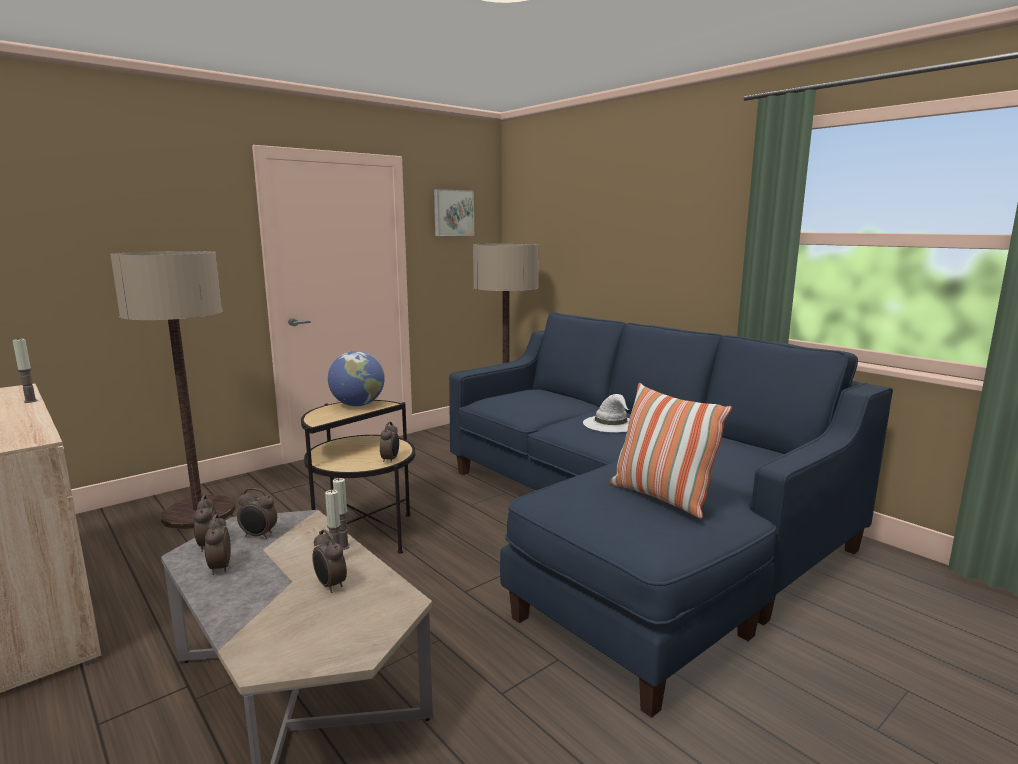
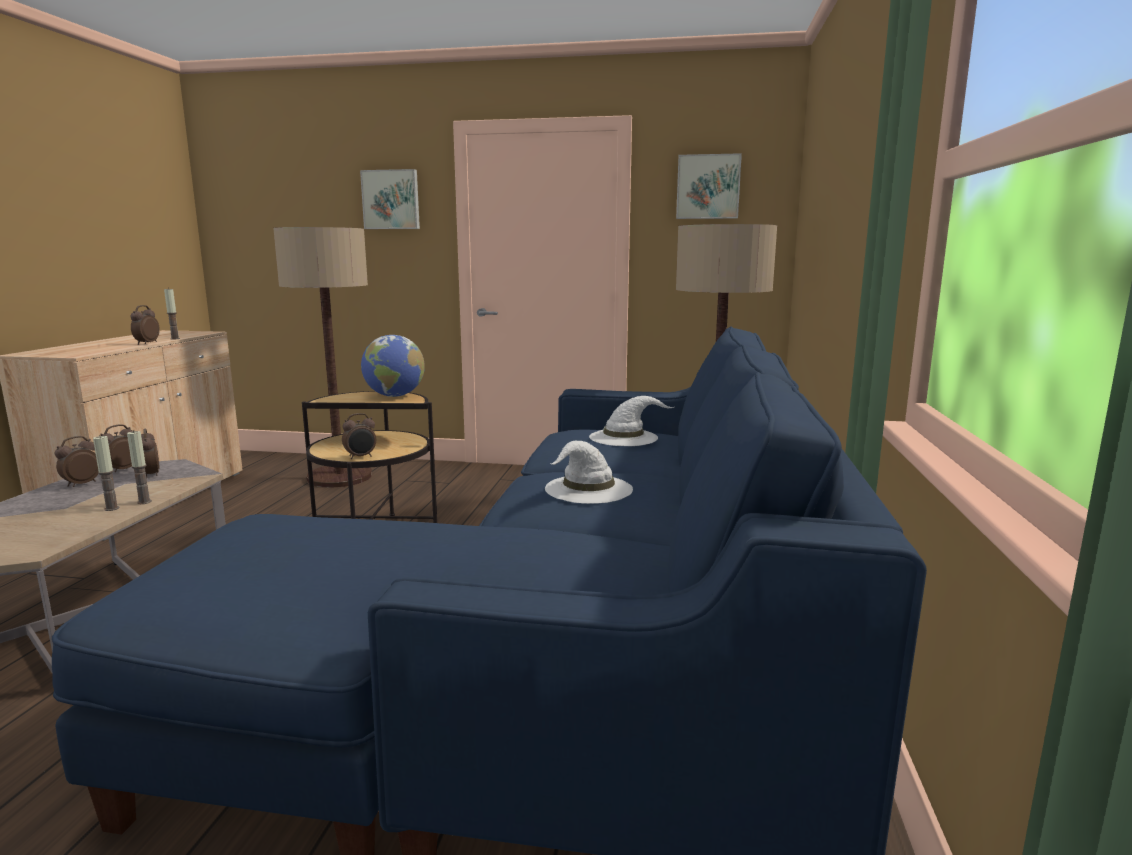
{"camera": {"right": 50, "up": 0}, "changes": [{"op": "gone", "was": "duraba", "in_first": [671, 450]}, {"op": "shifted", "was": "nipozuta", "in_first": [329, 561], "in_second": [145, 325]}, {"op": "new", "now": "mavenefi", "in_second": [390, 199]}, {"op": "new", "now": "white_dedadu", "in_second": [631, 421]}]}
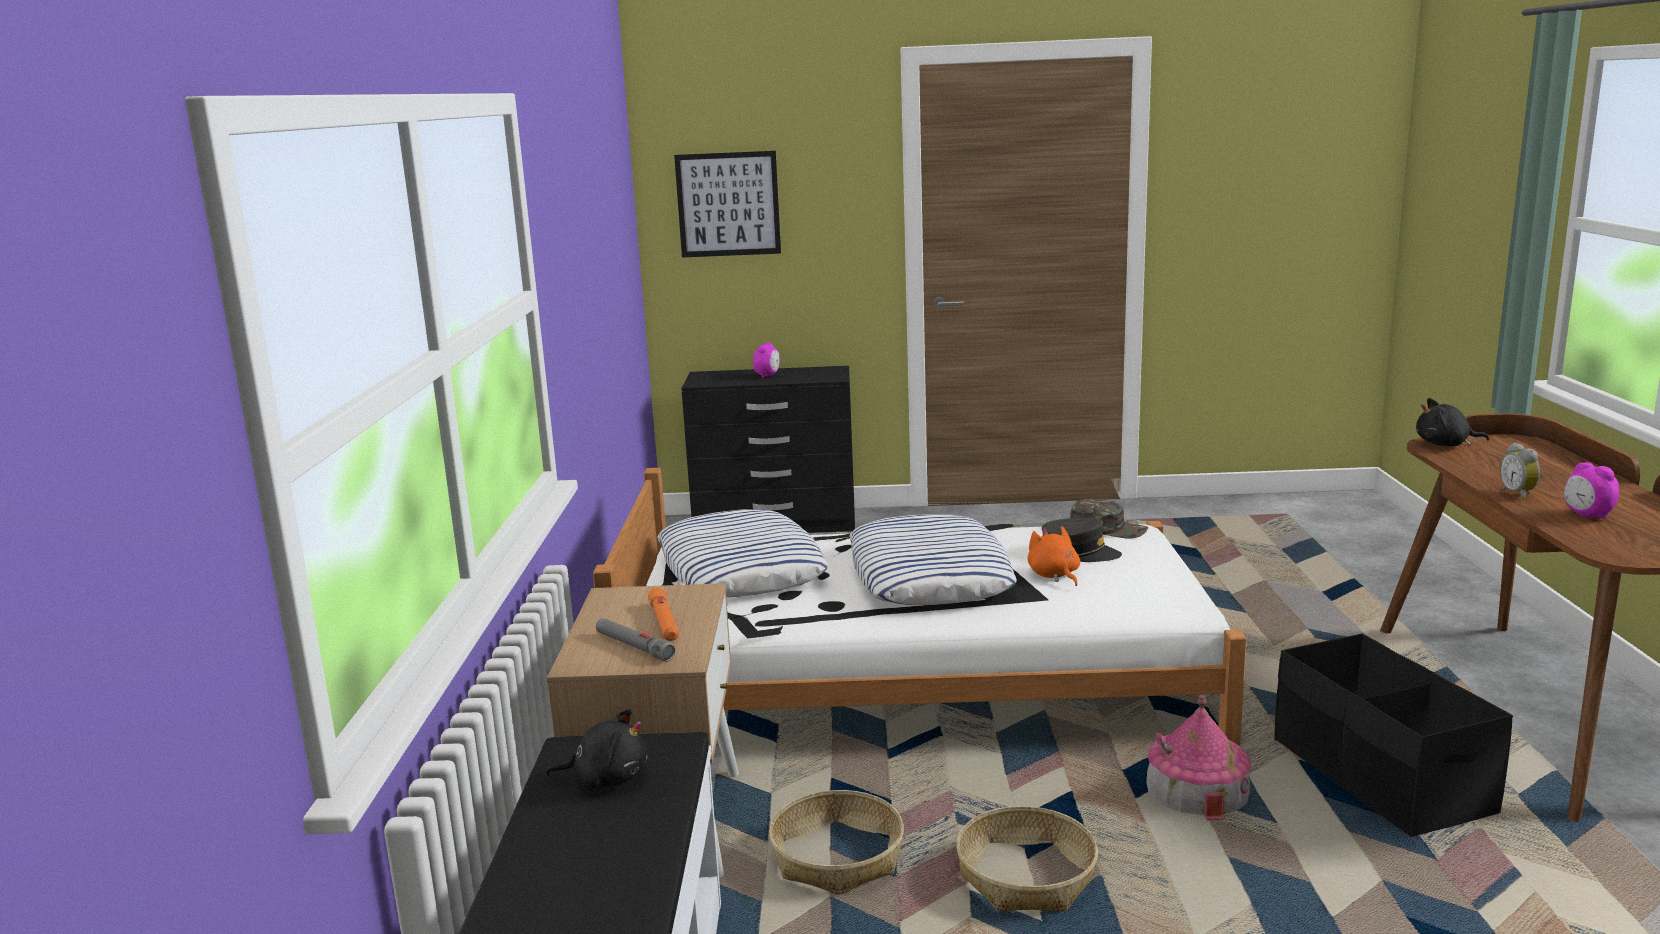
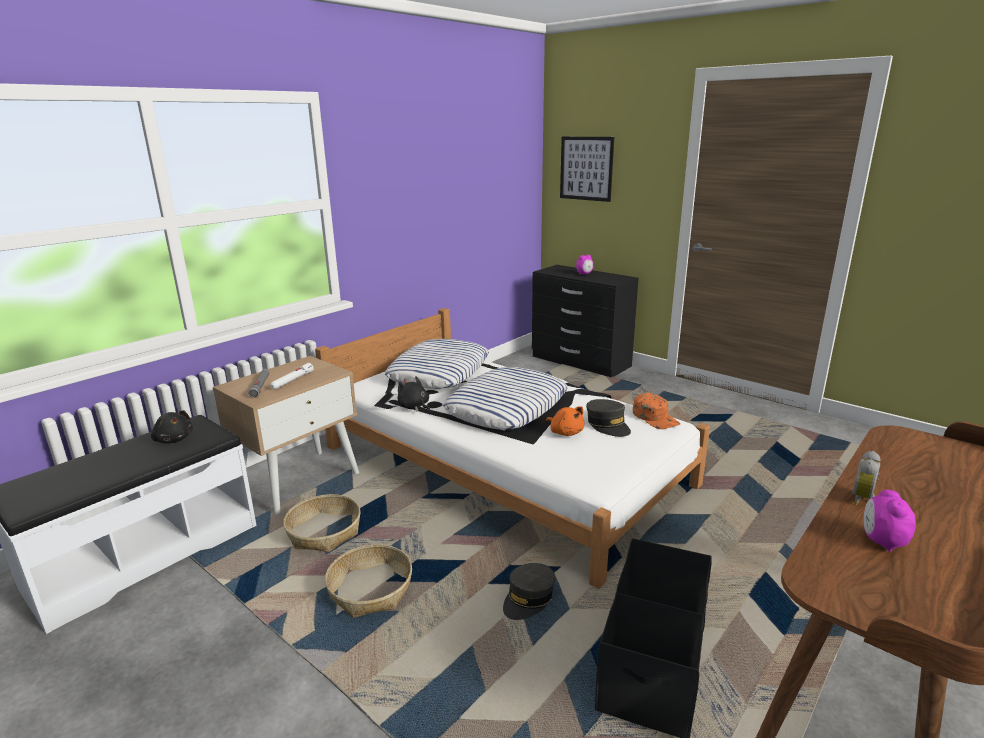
{"camera": {"right": 40, "up": 5}, "changes": [{"op": "shifted", "was": "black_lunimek", "in_first": [1452, 422], "in_second": [413, 394]}, {"op": "repainted", "was": "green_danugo", "now": "orange_danugo", "in_first": [1109, 519], "in_second": [656, 411]}, {"op": "rotated", "was": "orange_lunimek", "in_first": [1054, 556], "in_second": [565, 421], "clockwise": 120}, {"op": "repainted", "was": "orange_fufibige", "now": "white_fufibige", "in_first": [663, 614], "in_second": [292, 376]}, {"op": "swapped", "was": "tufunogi", "now": "grey_danugo", "in_first": [1198, 758], "in_second": [529, 591]}]}
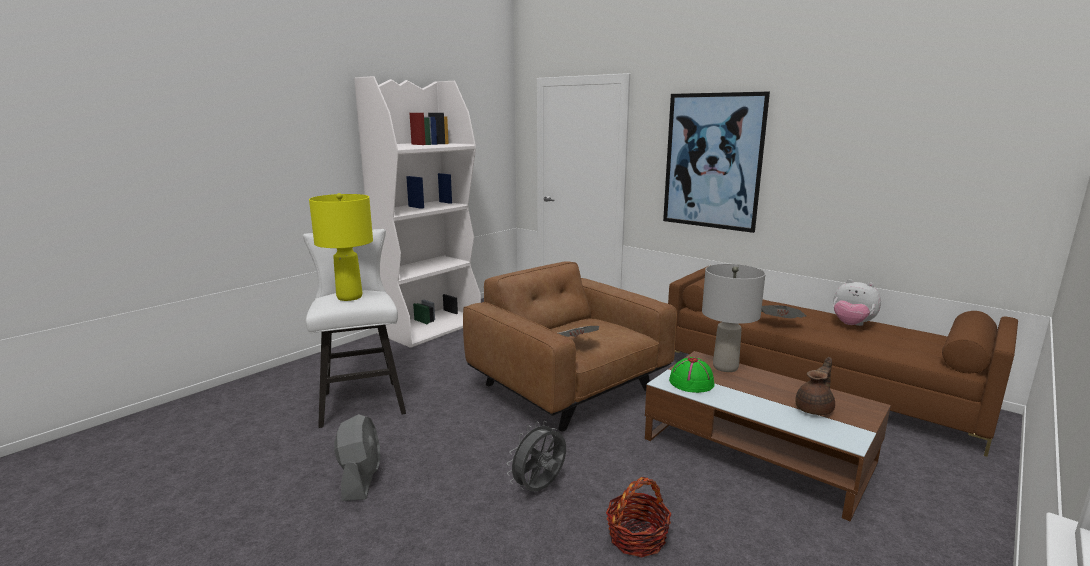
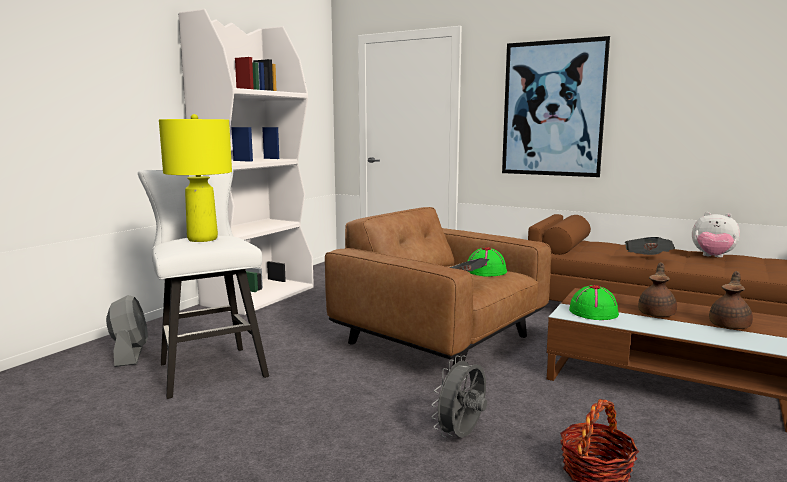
{"camera": {"right": -10, "up": -5}, "changes": [{"op": "gone", "was": "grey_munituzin", "in_first": [733, 318]}, {"op": "shifted", "was": "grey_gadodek", "in_first": [357, 457], "in_second": [127, 331]}, {"op": "new", "now": "green_dedadu", "in_second": [487, 262]}, {"op": "new", "now": "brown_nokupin", "in_second": [657, 289]}]}
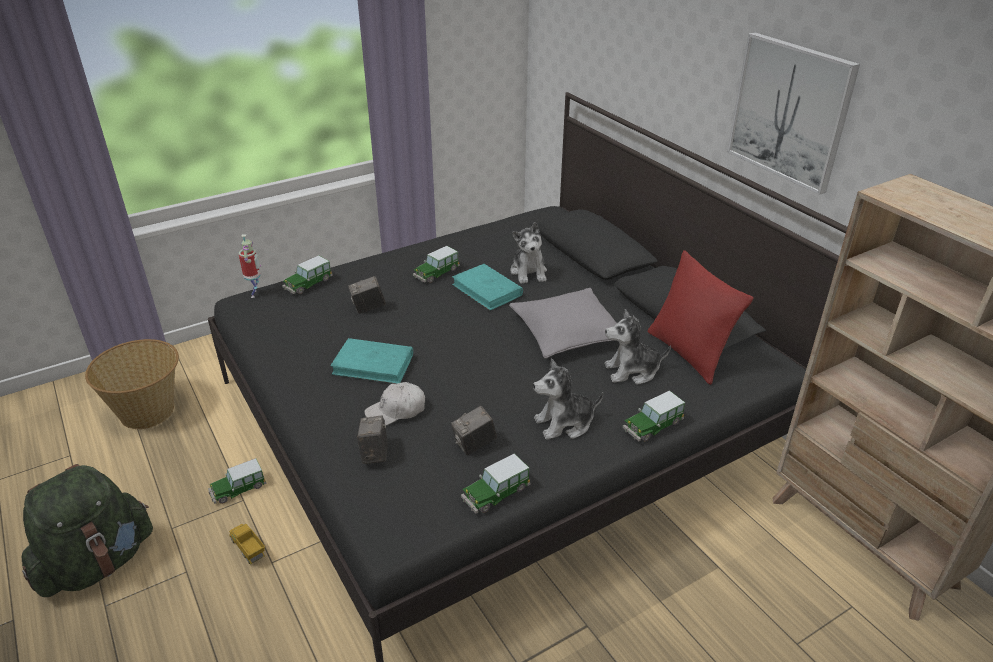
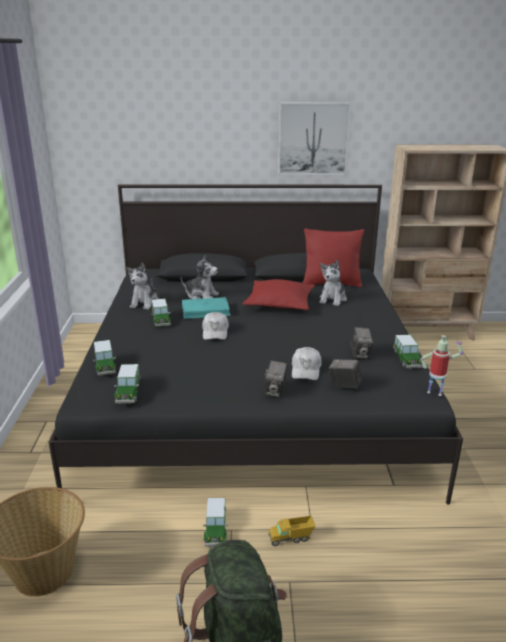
{"camera": {"right": -60, "up": -10}, "changes": [{"op": "shifted", "was": "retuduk", "in_first": [250, 266], "in_second": [442, 365]}, {"op": "shifted", "was": "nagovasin", "in_first": [367, 295], "in_second": [276, 379]}, {"op": "repainted", "was": "grey_duraba", "now": "red_duraba", "in_first": [563, 323], "in_second": [278, 294]}, {"op": "gone", "was": "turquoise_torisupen", "in_first": [371, 361]}, {"op": "shifted", "was": "lunimek", "in_first": [568, 399], "in_second": [143, 286]}, {"op": "shifted", "was": "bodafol", "in_first": [653, 415], "in_second": [127, 384]}, {"op": "new", "now": "white_danugo", "in_second": [215, 326]}]}
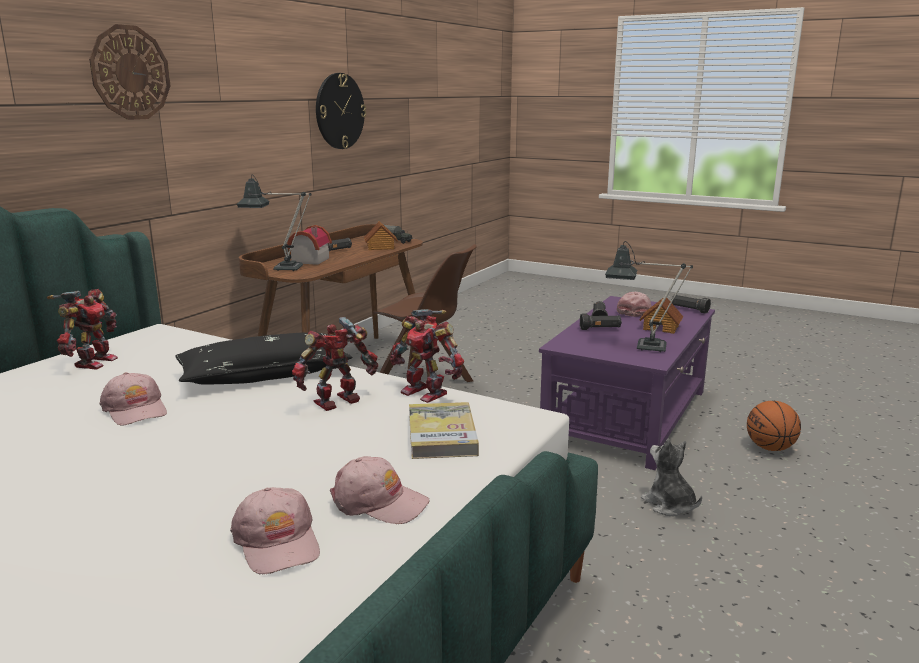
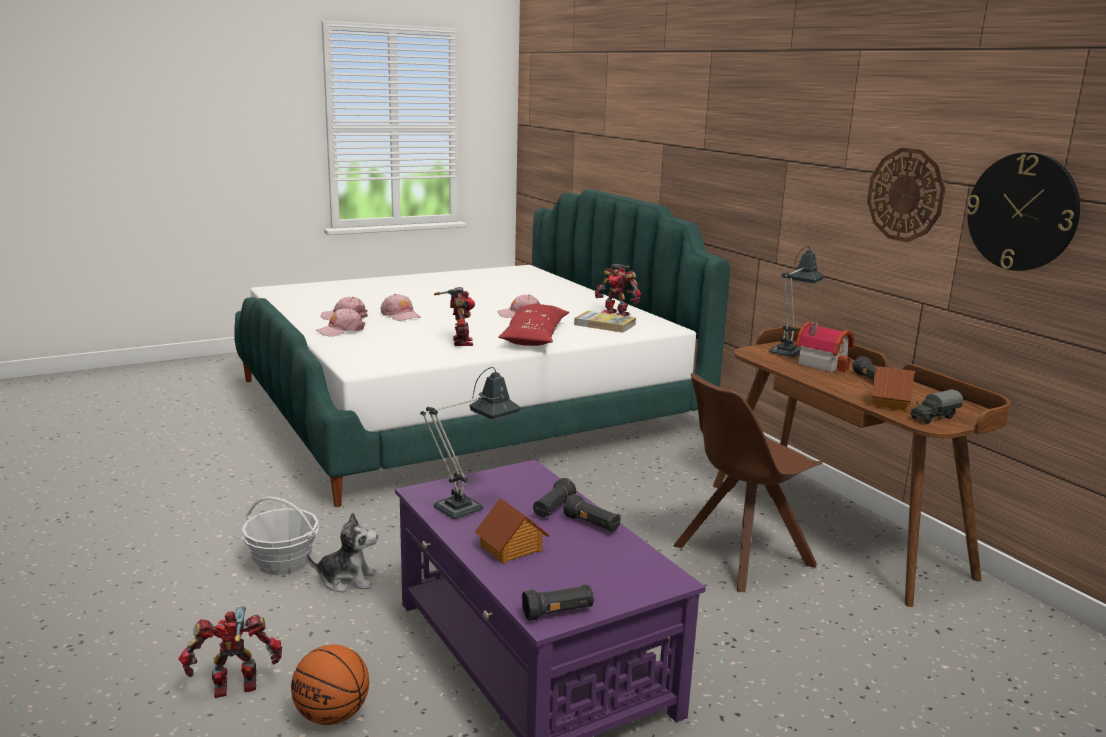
{"camera": {"right": 120, "up": 0}, "changes": [{"op": "shifted", "was": "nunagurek", "in_first": [130, 72], "in_second": [906, 195]}, {"op": "shifted", "was": "pink_danugo", "in_first": [634, 304], "in_second": [400, 307]}, {"op": "shifted", "was": "retuduk", "in_first": [426, 356], "in_second": [230, 652]}, {"op": "repainted", "was": "black_duraba", "now": "red_duraba", "in_first": [264, 359], "in_second": [533, 325]}, {"op": "shifted", "was": "torisupen", "in_first": [444, 430], "in_second": [605, 322]}, {"op": "new", "now": "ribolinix", "in_second": [280, 535]}]}
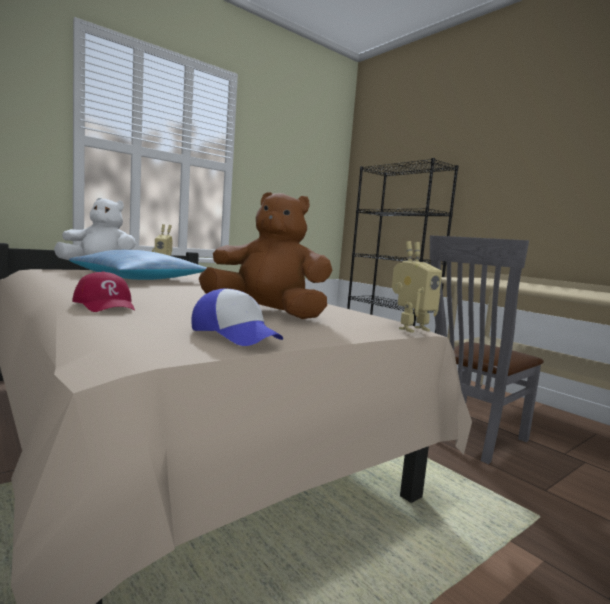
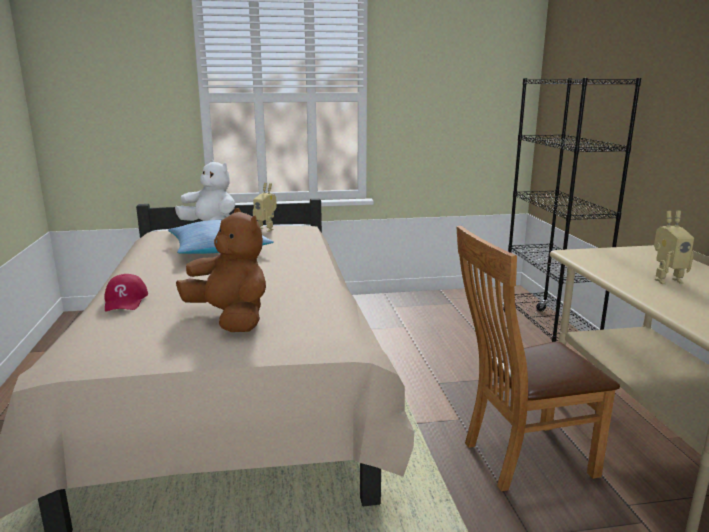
{"camera": {"right": 30, "up": 10}, "changes": [{"op": "repainted", "was": "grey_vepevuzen", "now": "brown_vepevuzen", "in_first": [487, 349], "in_second": [538, 359]}, {"op": "shifted", "was": "retuduk", "in_first": [417, 286], "in_second": [674, 247]}, {"op": "gone", "was": "danugo", "in_first": [237, 317]}]}
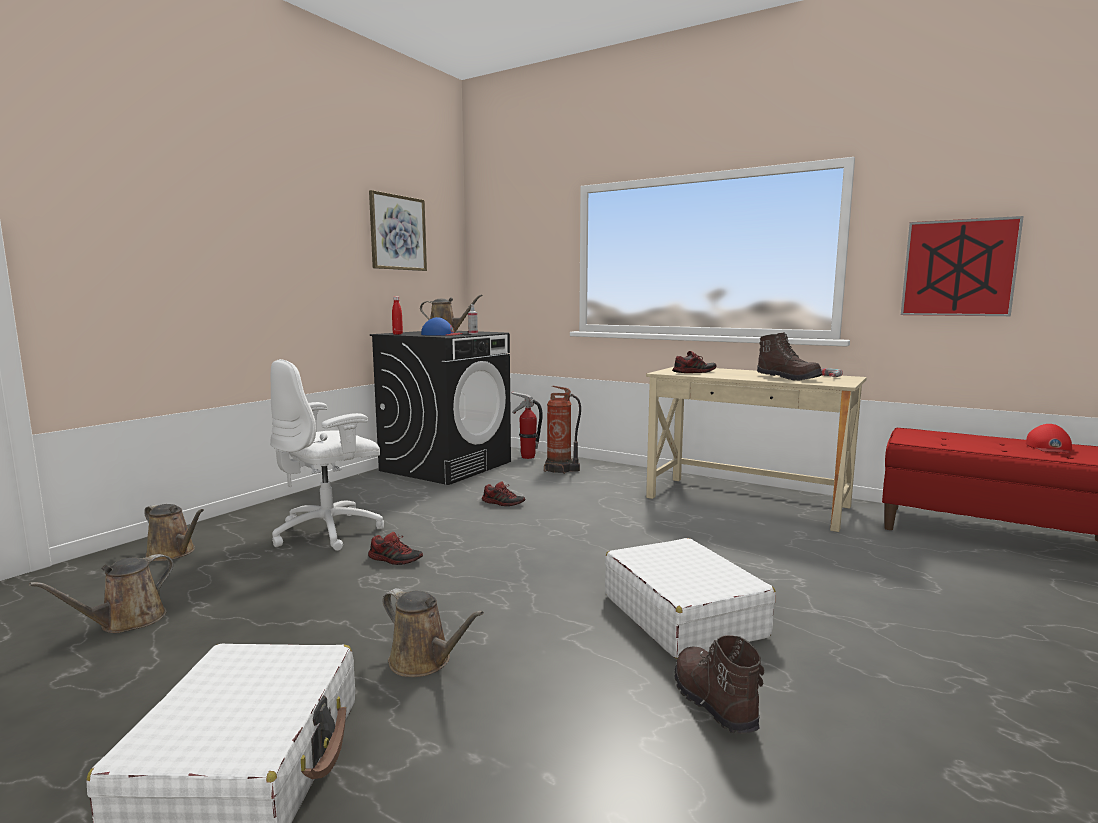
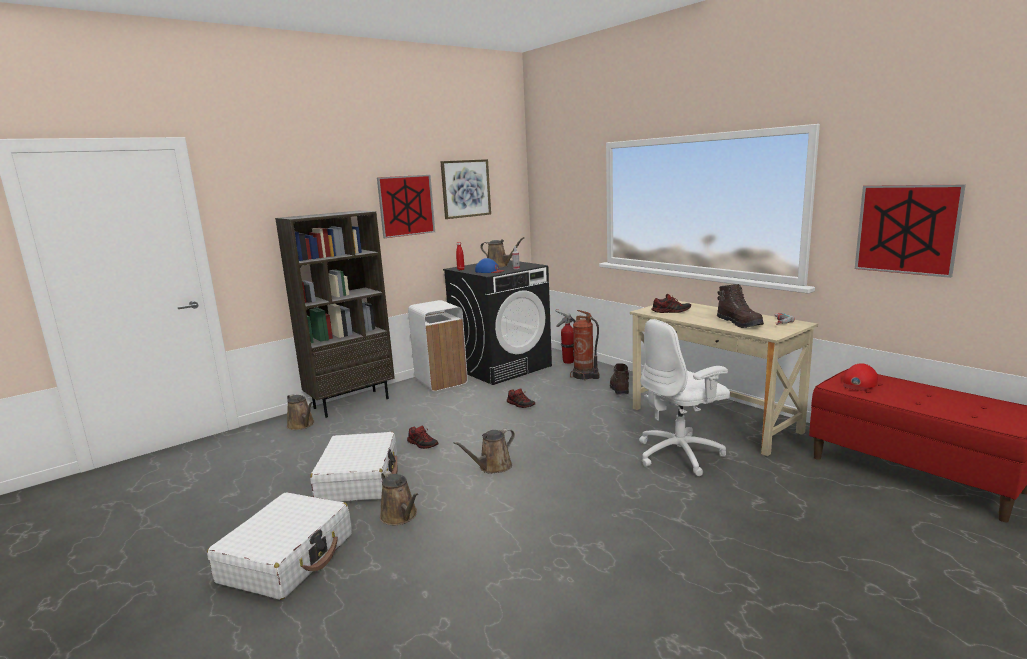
{"camera": {"right": 20, "up": 5}, "changes": [{"op": "shifted", "was": "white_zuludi", "in_first": [327, 455], "in_second": [684, 397]}, {"op": "shifted", "was": "red_danugo", "in_first": [1049, 439], "in_second": [860, 377]}, {"op": "shifted", "was": "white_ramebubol", "in_first": [690, 598], "in_second": [354, 467]}, {"op": "shifted", "was": "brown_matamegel", "in_first": [101, 593], "in_second": [484, 451]}, {"op": "shifted", "was": "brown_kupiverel", "in_first": [719, 684], "in_second": [619, 379]}, {"op": "new", "now": "mavenefi", "in_second": [406, 206]}, {"op": "new", "now": "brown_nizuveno", "in_second": [335, 314]}, {"op": "new", "now": "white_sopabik", "in_second": [438, 345]}]}
